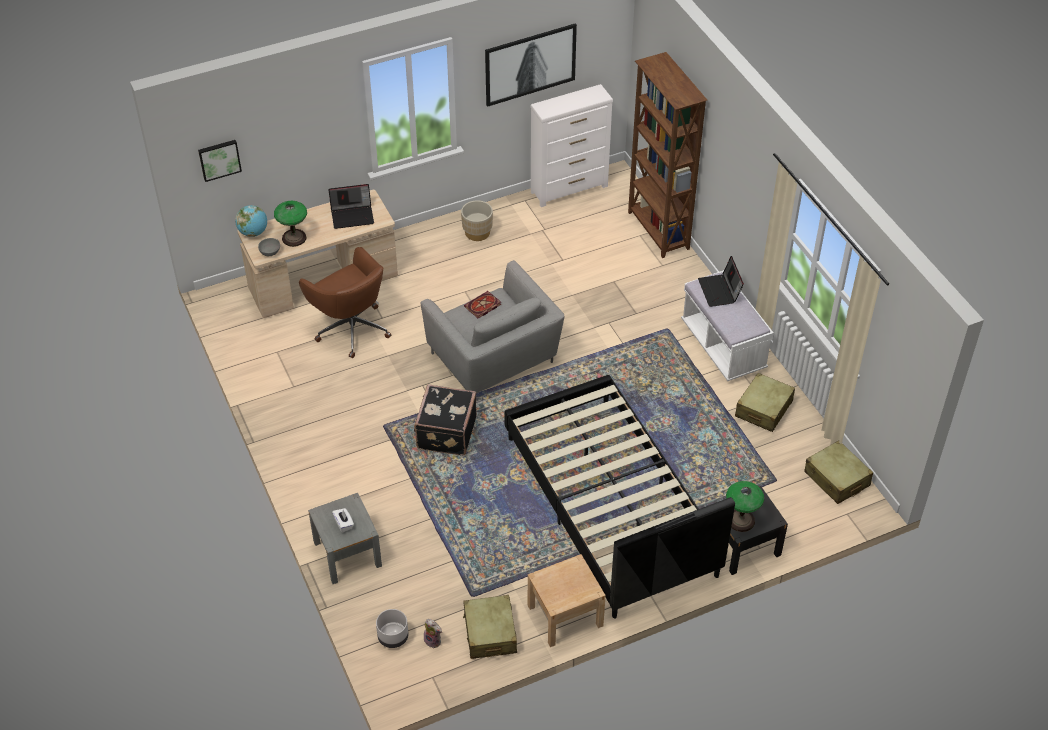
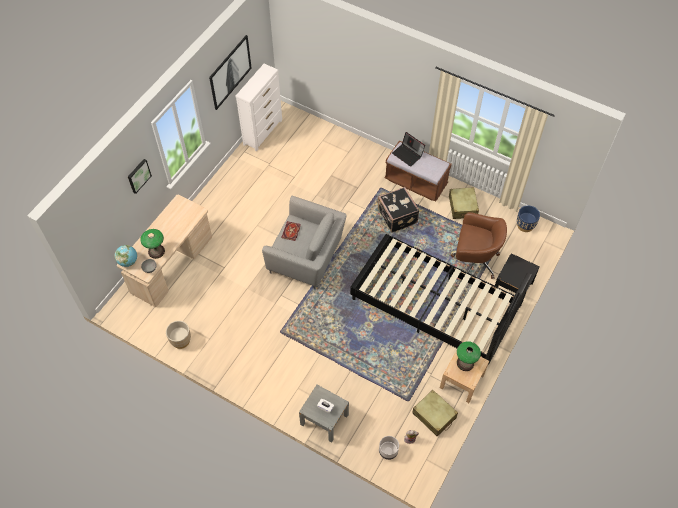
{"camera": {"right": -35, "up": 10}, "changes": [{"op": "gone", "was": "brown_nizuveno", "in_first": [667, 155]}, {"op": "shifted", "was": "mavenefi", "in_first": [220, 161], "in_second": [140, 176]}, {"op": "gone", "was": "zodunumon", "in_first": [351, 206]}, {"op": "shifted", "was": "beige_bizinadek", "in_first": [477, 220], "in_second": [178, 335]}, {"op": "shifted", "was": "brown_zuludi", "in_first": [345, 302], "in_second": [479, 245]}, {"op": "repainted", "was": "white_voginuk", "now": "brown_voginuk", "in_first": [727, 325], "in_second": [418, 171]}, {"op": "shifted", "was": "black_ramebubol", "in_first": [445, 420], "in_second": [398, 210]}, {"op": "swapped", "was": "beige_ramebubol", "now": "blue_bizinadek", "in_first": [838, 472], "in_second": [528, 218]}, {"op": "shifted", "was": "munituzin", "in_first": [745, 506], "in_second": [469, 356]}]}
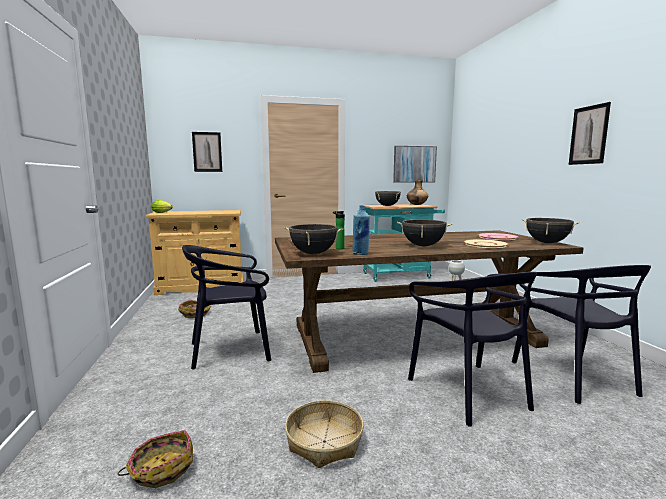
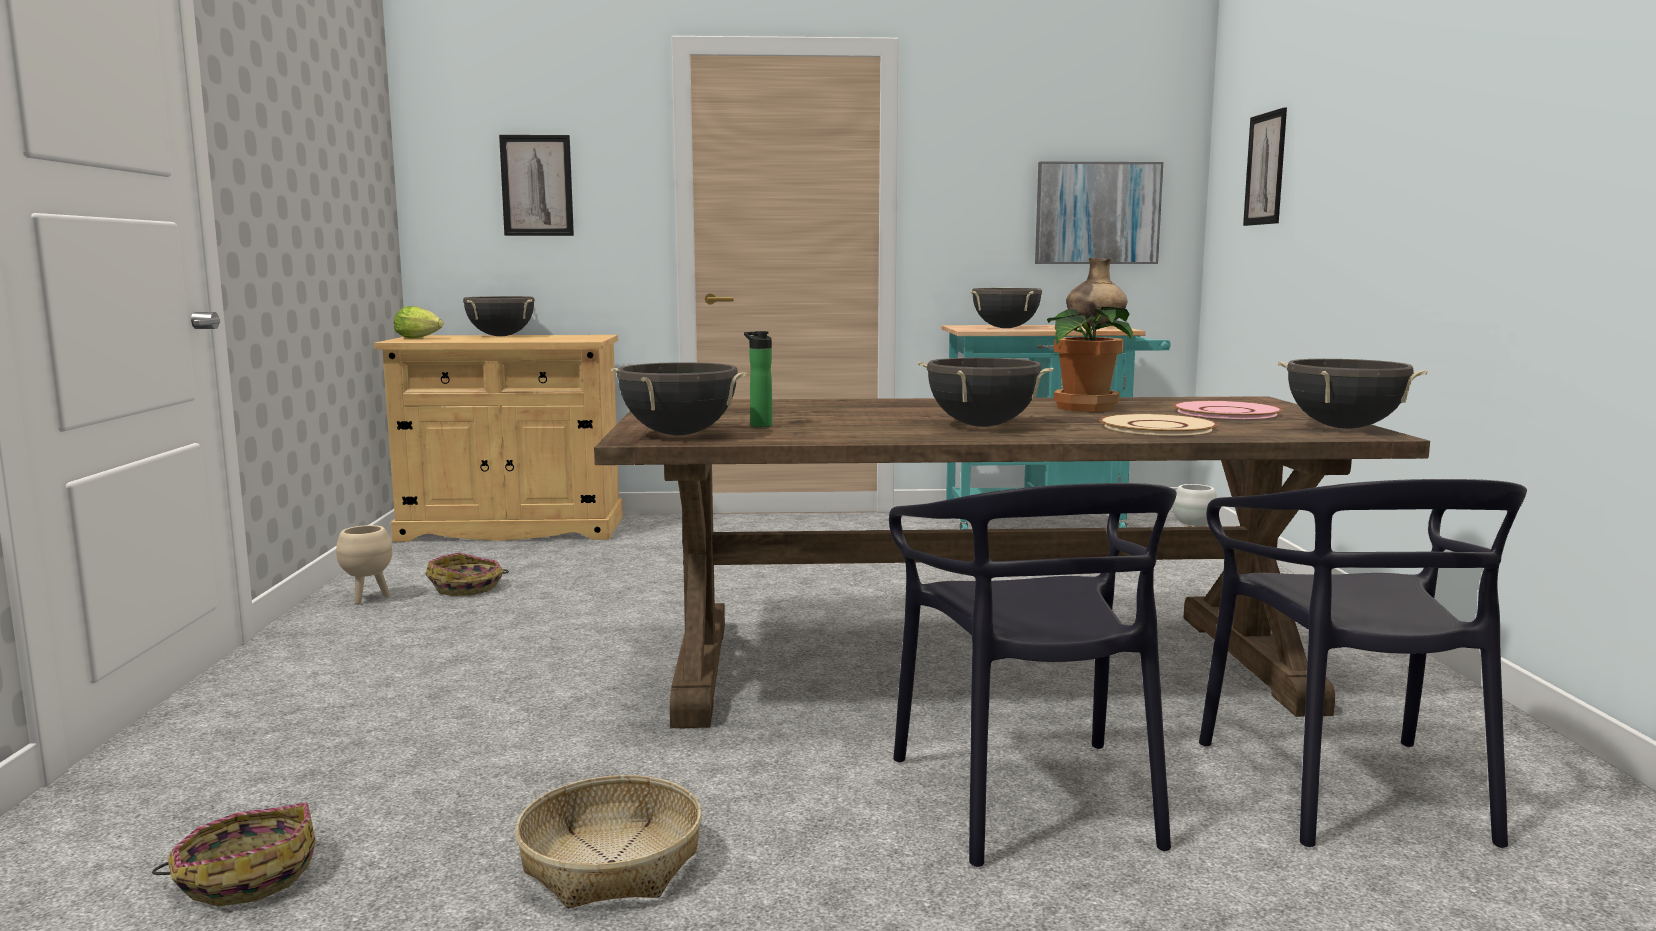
{"camera": {"right": 10, "up": 0}, "changes": [{"op": "shifted", "was": "mavenefi", "in_first": [590, 133], "in_second": [1265, 166]}, {"op": "gone", "was": "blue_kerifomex", "in_first": [361, 230]}, {"op": "gone", "was": "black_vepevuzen", "in_first": [226, 307]}, {"op": "new", "now": "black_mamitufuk", "in_second": [499, 316]}, {"op": "new", "now": "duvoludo", "in_second": [1090, 359]}, {"op": "new", "now": "beige_bizinadek", "in_second": [364, 565]}]}
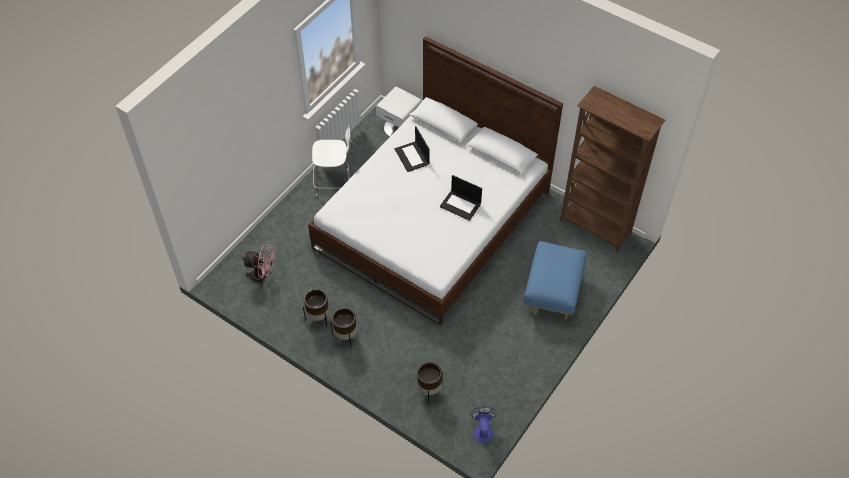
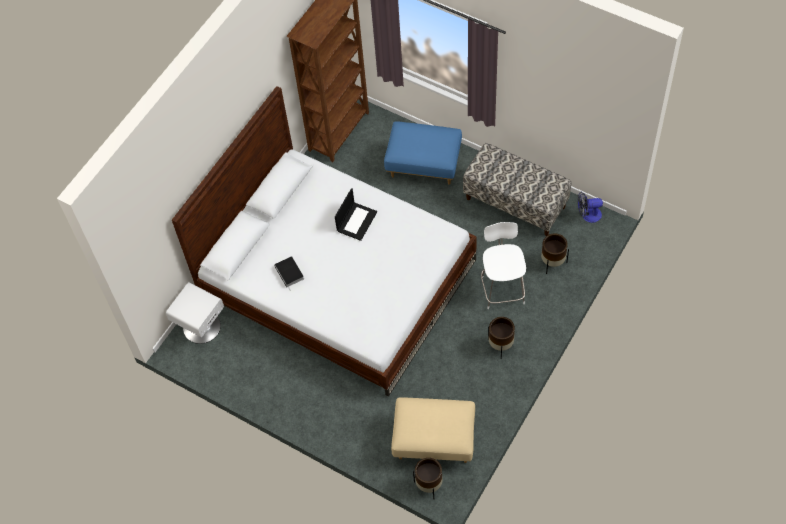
{"camera": {"right": -90, "up": 5}, "changes": [{"op": "shifted", "was": "white_vepevuzen", "in_first": [331, 160], "in_second": [503, 265]}, {"op": "swapped", "was": "zodunumon", "now": "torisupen", "in_first": [412, 149], "in_second": [289, 272]}, {"op": "swapped", "was": "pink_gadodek", "now": "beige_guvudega", "in_first": [259, 265], "in_second": [433, 430]}, {"op": "shifted", "was": "brown_bizinadek", "in_first": [316, 307], "in_second": [428, 478]}, {"op": "new", "now": "voginuk", "in_second": [517, 189]}]}
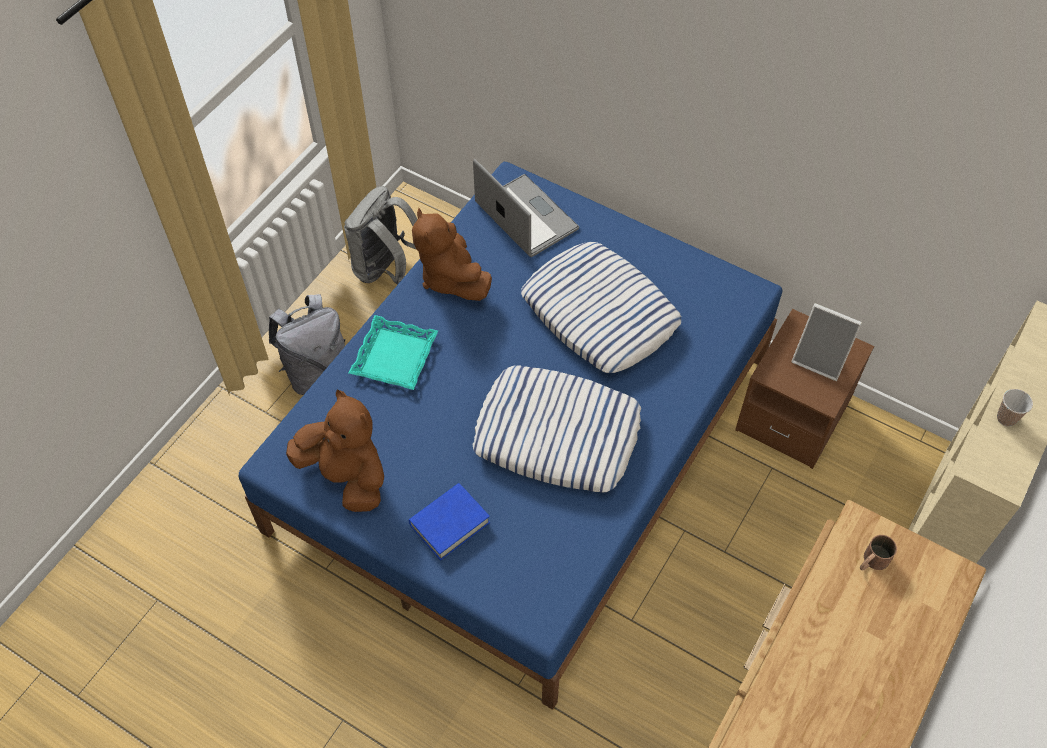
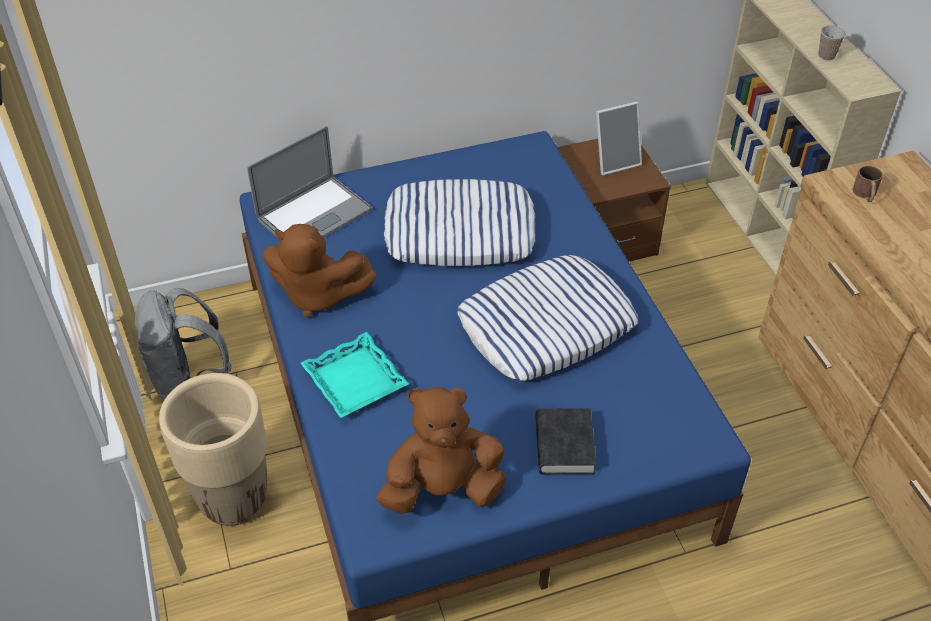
{"camera": {"right": -50, "up": -10}, "changes": [{"op": "rotated", "was": "zodunumon", "in_first": [526, 208], "in_second": [310, 182], "clockwise": 135}, {"op": "swapped", "was": "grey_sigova", "now": "beige_bizinadek", "in_first": [307, 344], "in_second": [213, 449]}, {"op": "repainted", "was": "blue_torisupen", "now": "black_torisupen", "in_first": [449, 521], "in_second": [565, 441]}]}
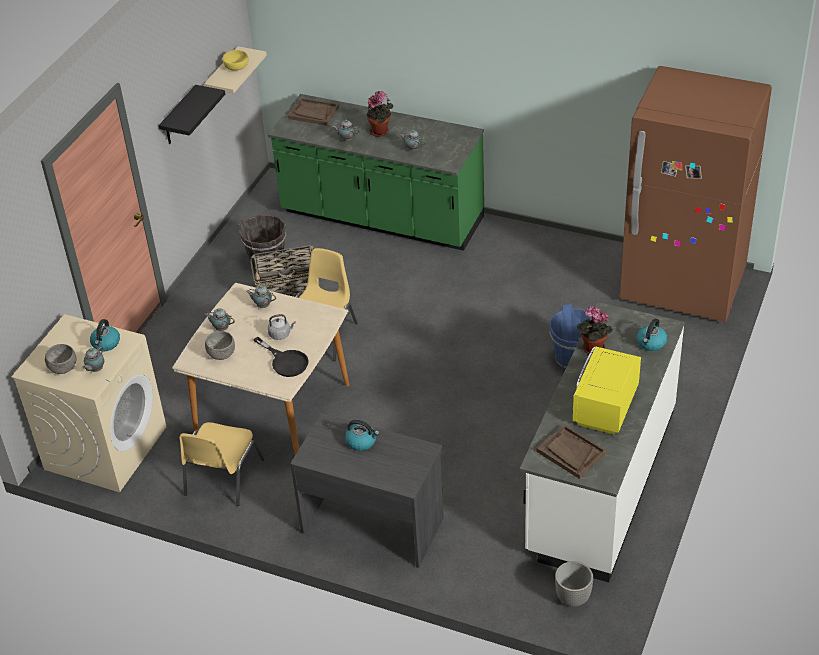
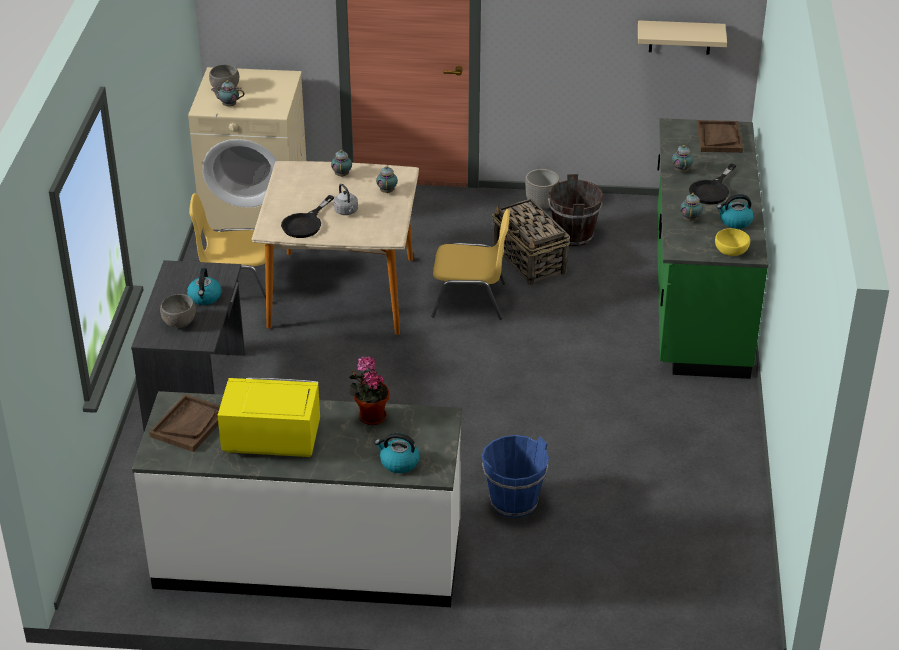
{"camera": {"right": 70, "up": -5}, "changes": [{"op": "shifted", "was": "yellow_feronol", "in_first": [235, 60], "in_second": [732, 242]}, {"op": "gone", "was": "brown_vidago", "in_first": [696, 194]}, {"op": "gone", "was": "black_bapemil", "in_first": [192, 114]}, {"op": "swapped", "was": "duvoludo", "now": "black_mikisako", "in_first": [380, 114], "in_second": [712, 183]}, {"op": "shifted", "was": "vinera", "in_first": [105, 335], "in_second": [735, 211]}, {"op": "shifted", "was": "grey_feronol", "in_first": [220, 345], "in_second": [178, 311]}, {"op": "shifted", "was": "bizinadek", "in_first": [574, 584], "in_second": [542, 189]}]}
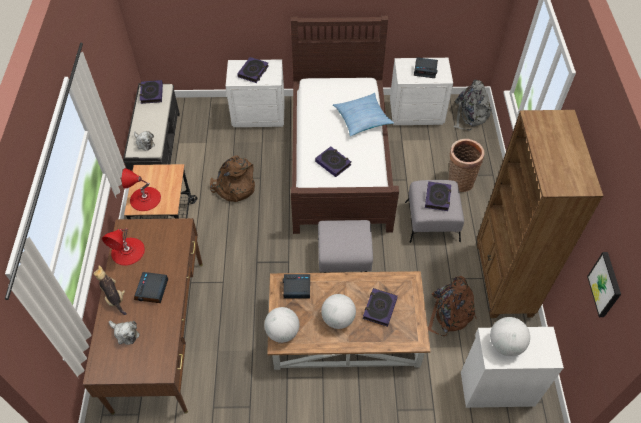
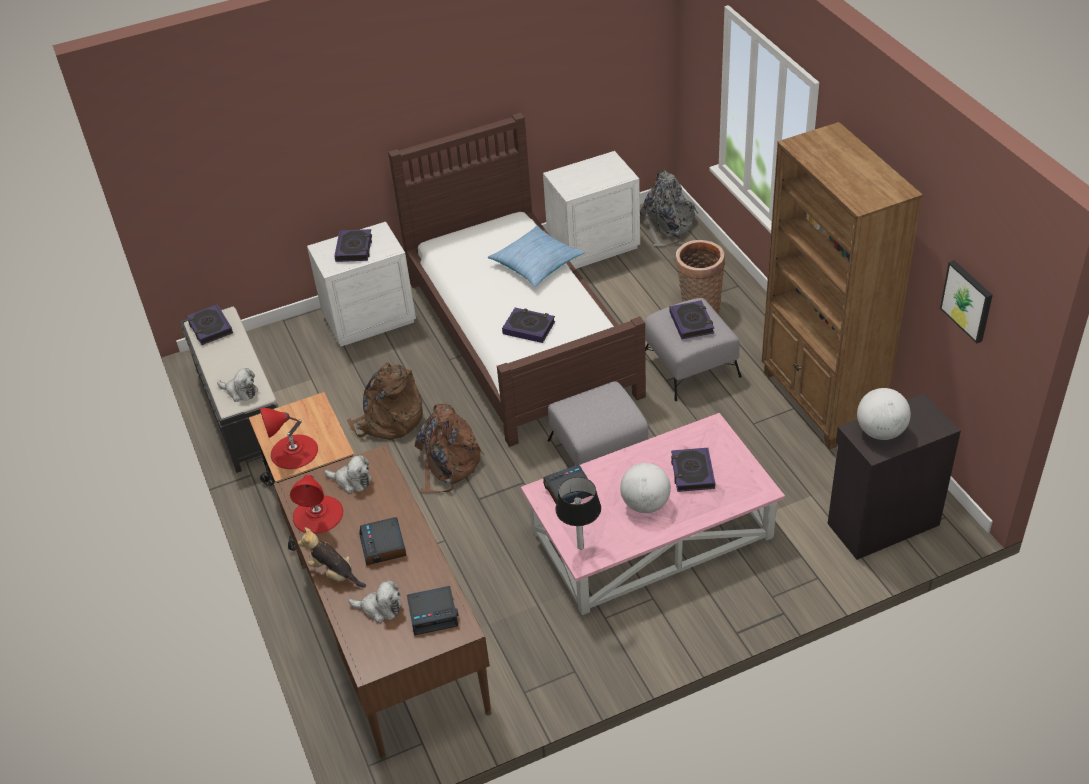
{"camera": {"right": -20, "up": -10}, "changes": [{"op": "shifted", "was": "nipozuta", "in_first": [426, 67], "in_second": [433, 610]}, {"op": "repainted", "was": "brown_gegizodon", "now": "pink_gegizodon", "in_first": [349, 320], "in_second": [653, 514]}, {"op": "shifted", "was": "brown_sigova", "in_first": [452, 306], "in_second": [450, 448]}, {"op": "swapped", "was": "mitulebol", "now": "munituzin", "in_first": [281, 325], "in_second": [578, 513]}, {"op": "repainted", "was": "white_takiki", "now": "black_takiki", "in_first": [512, 367], "in_second": [894, 476]}, {"op": "new", "now": "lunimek", "in_second": [348, 474]}]}
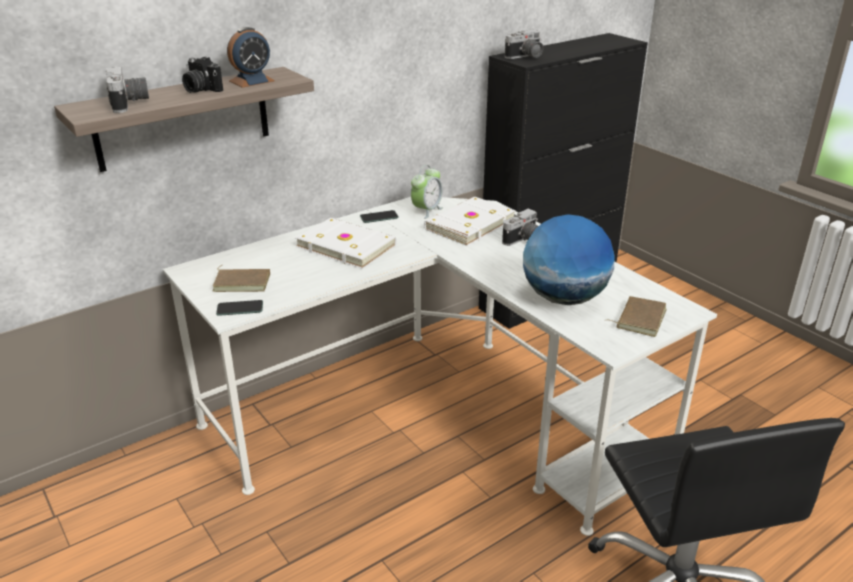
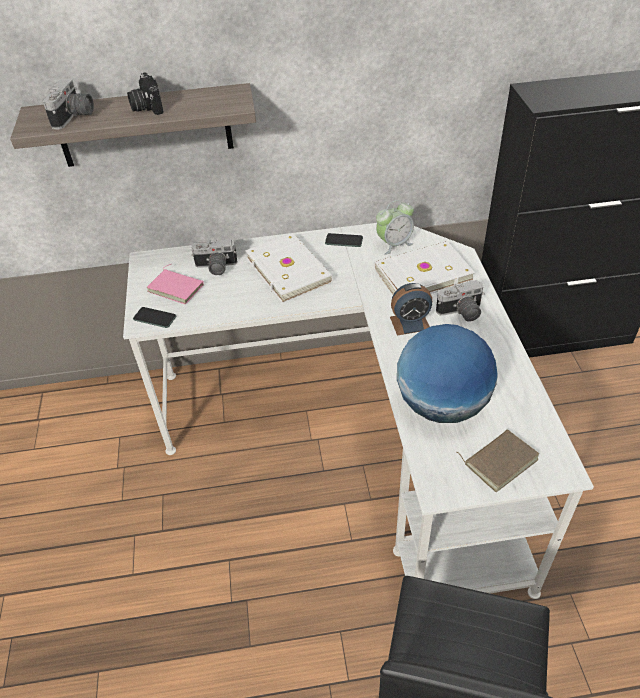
{"camera": {"right": 30, "up": 15}, "changes": [{"op": "shifted", "was": "nipozuta", "in_first": [251, 57], "in_second": [411, 309]}, {"op": "shifted", "was": "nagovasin", "in_first": [524, 44], "in_second": [214, 257]}, {"op": "repainted", "was": "brown_torisupen", "now": "pink_torisupen", "in_first": [241, 278], "in_second": [175, 284]}]}
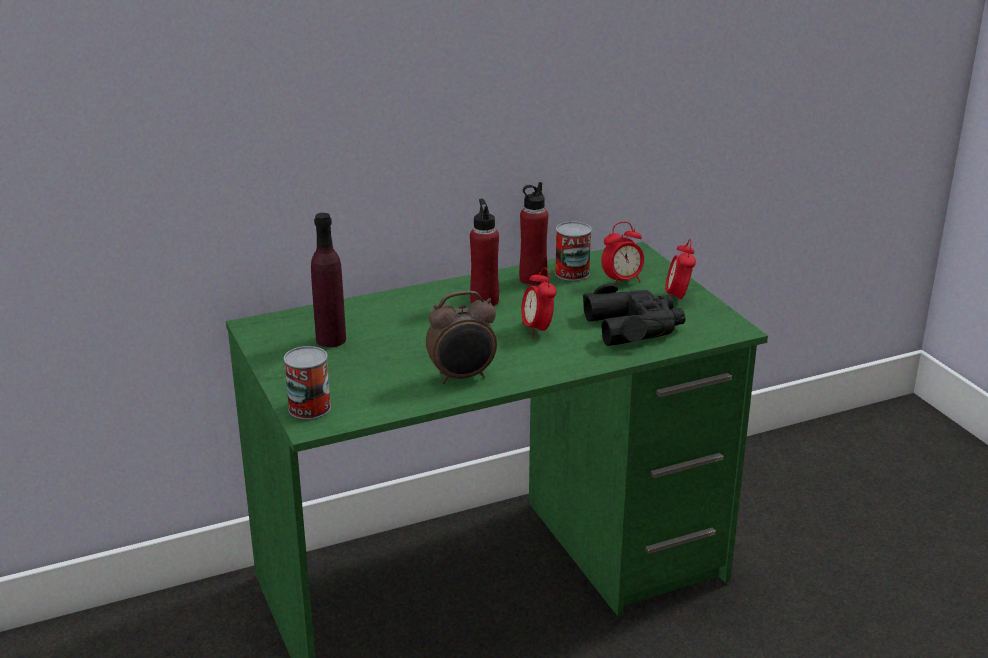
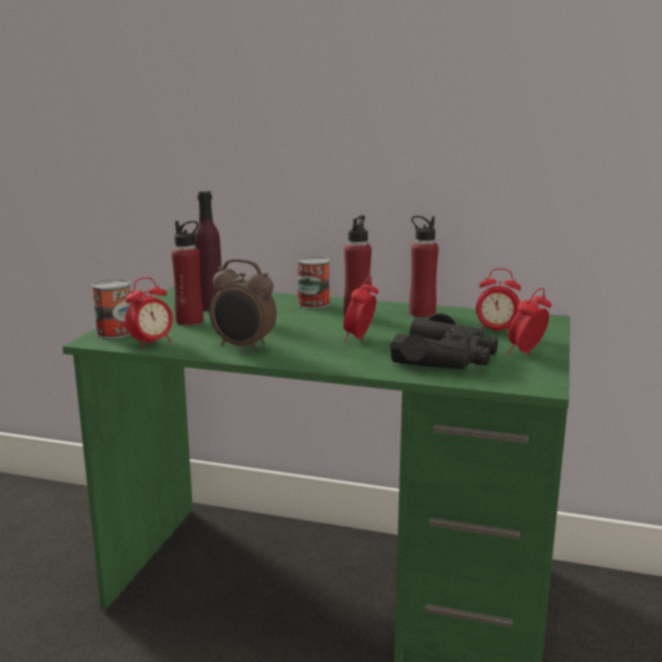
{"camera": {"right": 40, "up": -10}, "changes": [{"op": "shifted", "was": "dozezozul", "in_first": [573, 251], "in_second": [313, 282]}, {"op": "new", "now": "red_kerifomex", "in_second": [187, 273]}, {"op": "new", "now": "nipozuta", "in_second": [149, 312]}]}
